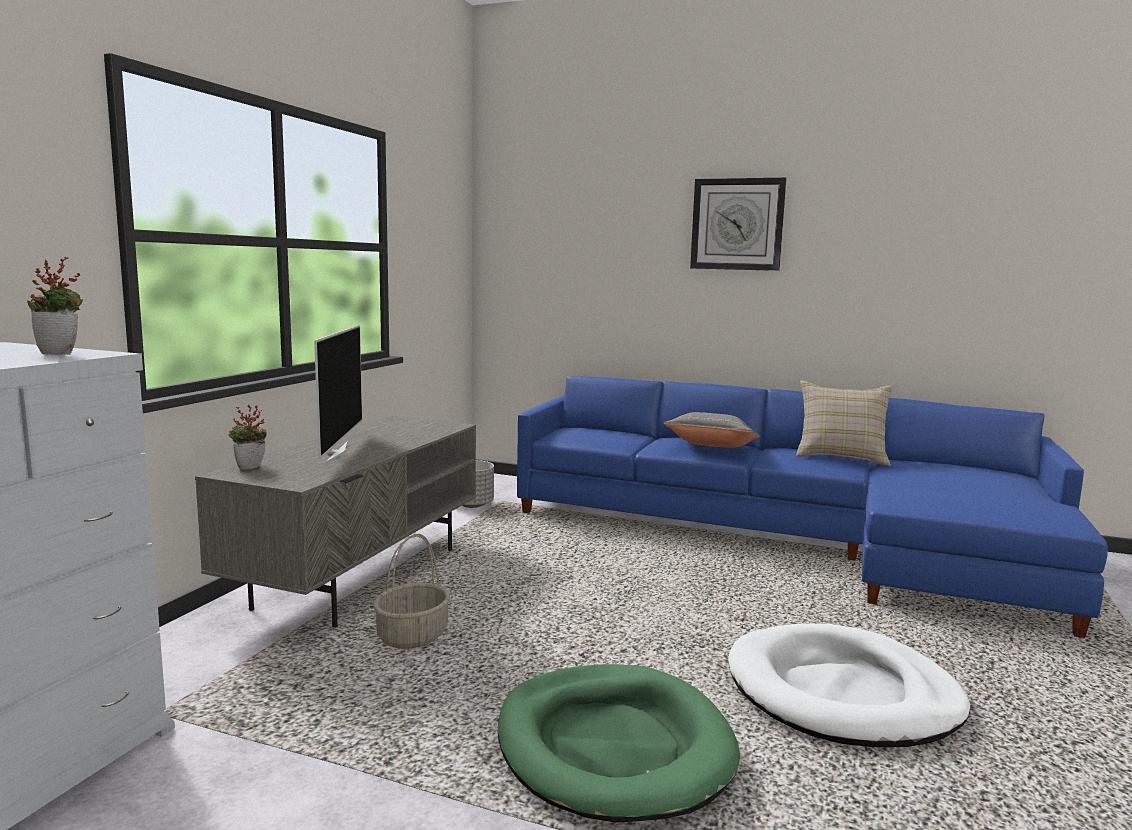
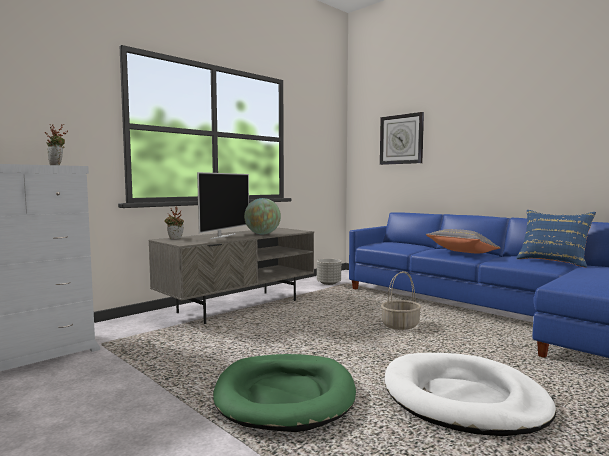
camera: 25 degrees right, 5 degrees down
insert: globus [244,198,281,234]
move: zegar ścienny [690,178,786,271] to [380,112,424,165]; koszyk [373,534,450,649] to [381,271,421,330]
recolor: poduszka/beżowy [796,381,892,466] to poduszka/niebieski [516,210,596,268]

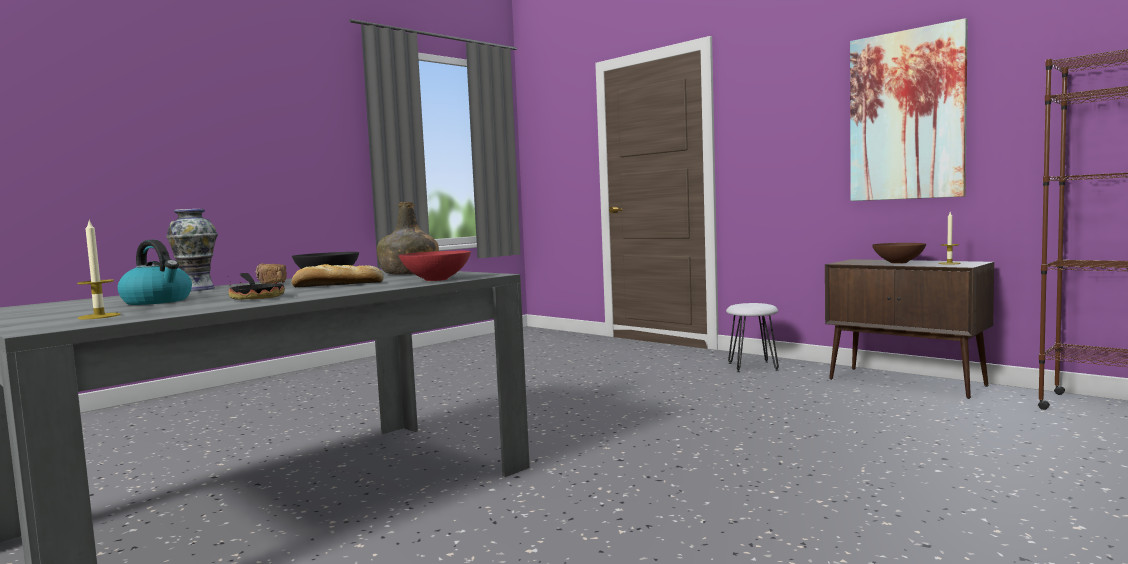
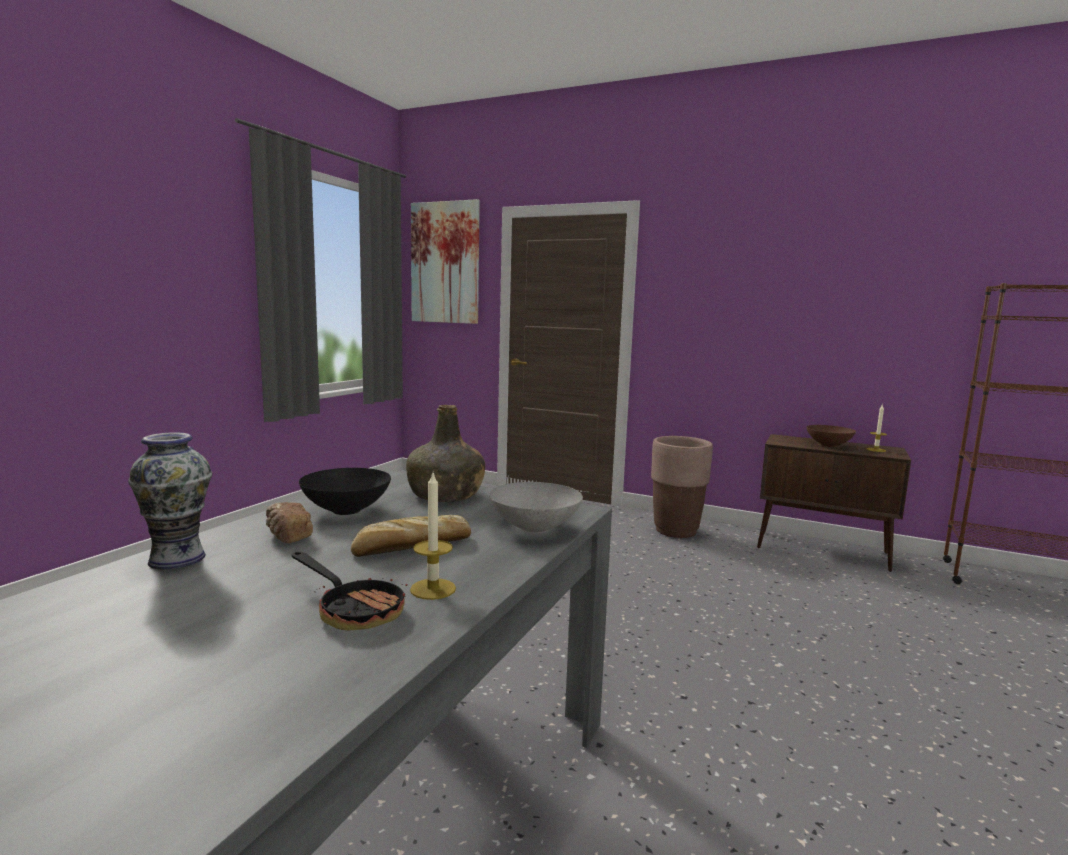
camera: 20 degrees left, 5 degrees up
delete: czajnik [117,240,192,305]
move: świeca [77,220,121,319] to [410,473,456,600]; obraz [850,18,968,201] to [411,199,480,324]
replace: stołek/biały [726,303,779,372] to donica/brązowy [651,436,713,538]
recolor: miska/czerwony [399,251,471,281] to miska/szary [489,482,583,533]

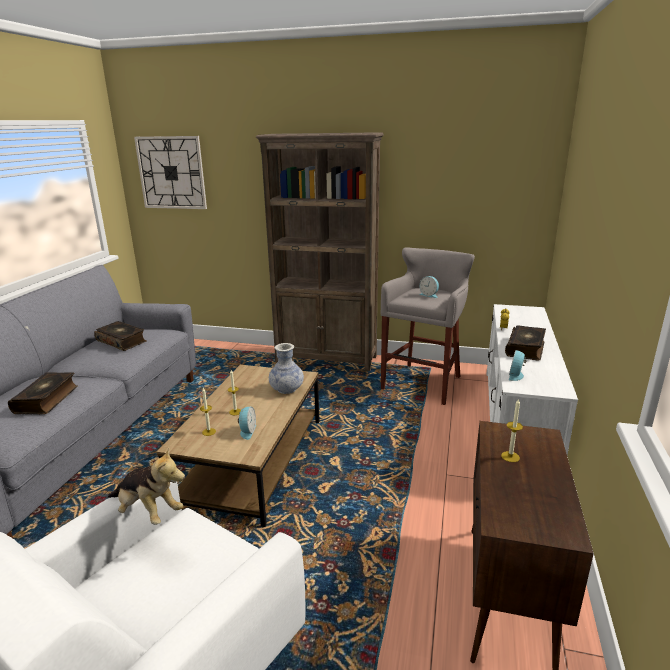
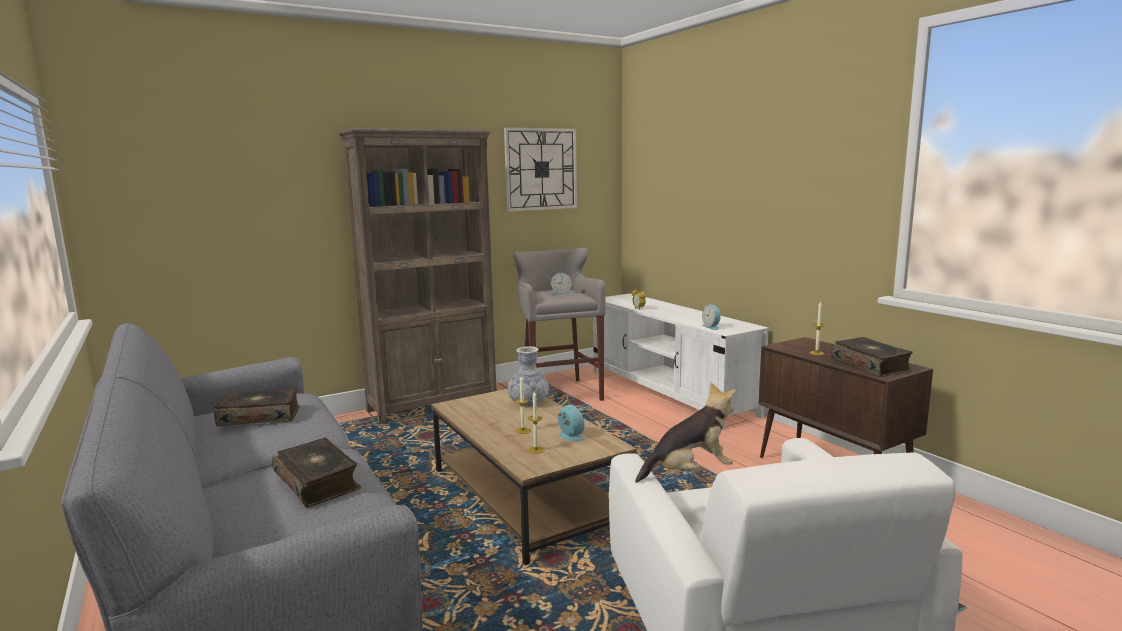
camera: 45 degrees left, 10 degrees down
move: zegar ścienny [134,136,207,209] to [504,128,577,212]; książka [505,325,546,360] to [831,337,913,377]

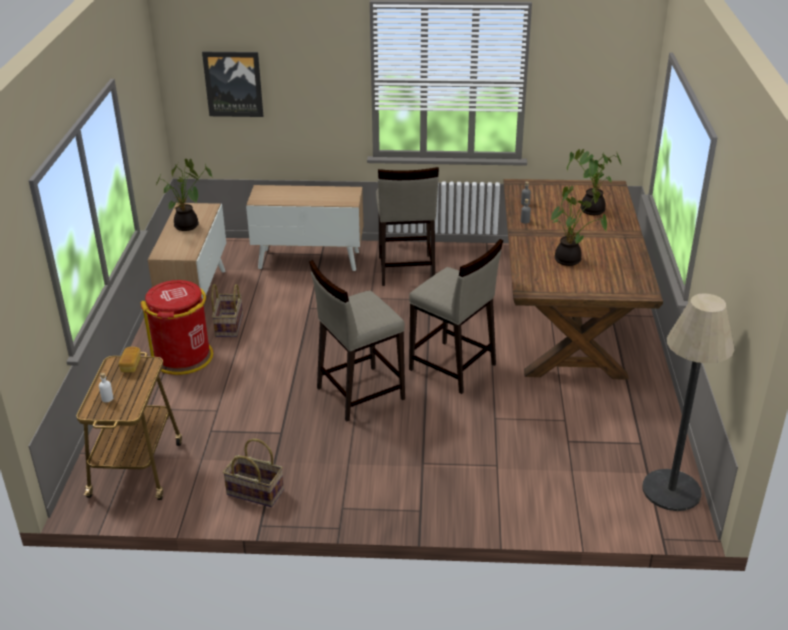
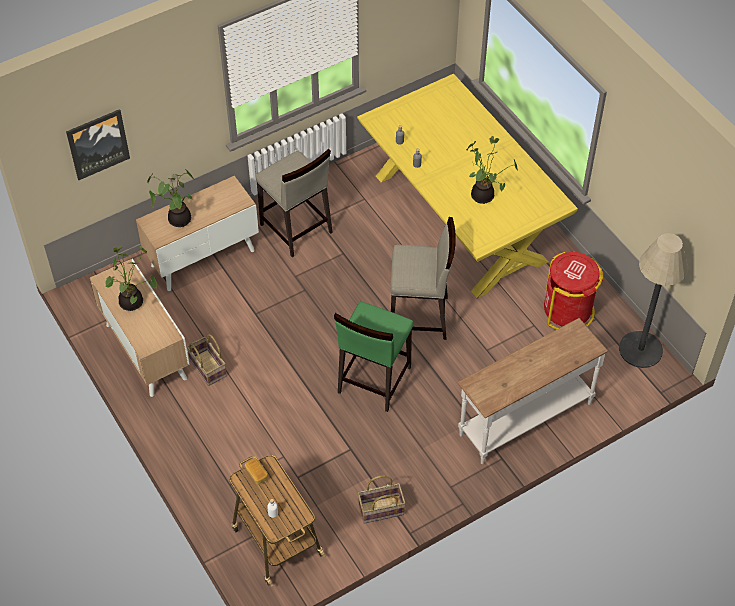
camera: 35 degrees left, 20 degrees up
insert: stolik konsolowy/biały [457,318,609,464]
move: roślina doniczkowa [567,149,622,215] to [147,169,194,227]; kosz na śmieci/czerwony [141,280,213,375] to [544,252,604,330]
recolor: stołek/beżowy [309,260,405,422] to stołek/zielony [334,302,413,412]; stół jadalny/brązowy [504,179,663,380] to stół jadalny/żółty [357,74,578,298]

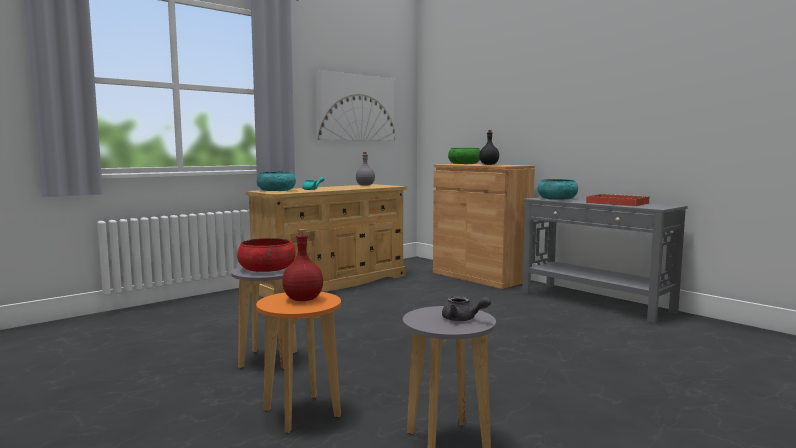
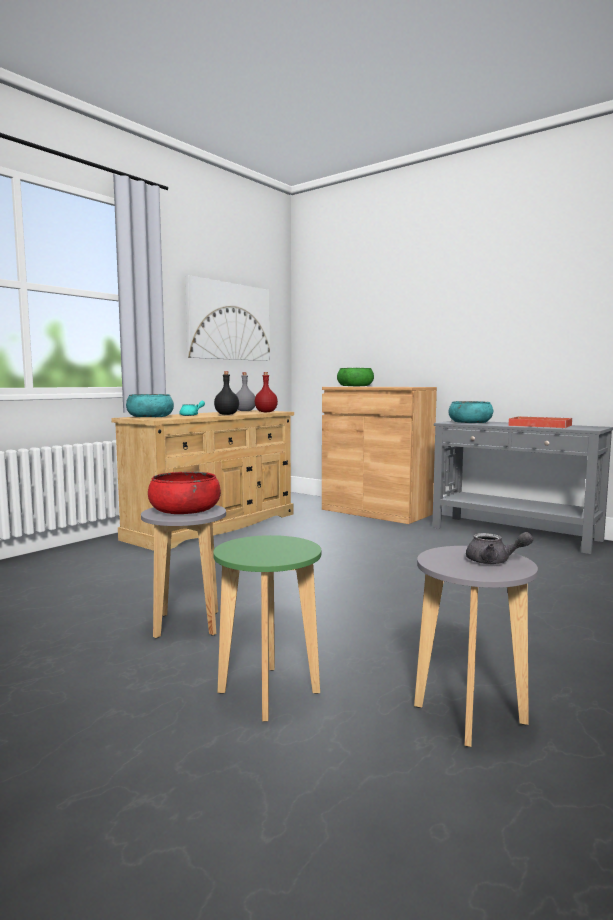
camera: 10 degrees left, 0 degrees up
move: butelka/czarny [479,130,499,165] to [214,371,239,415]; butelka/czerwony [282,229,323,301] to [255,372,278,412]
recolor: stołek/pomarańczowy [256,292,341,433] to stołek/zielony [213,535,321,722]

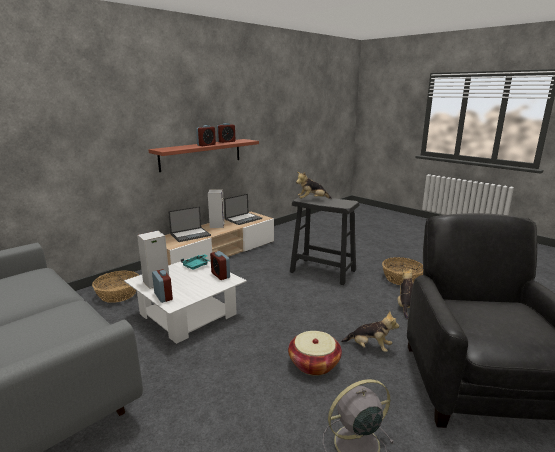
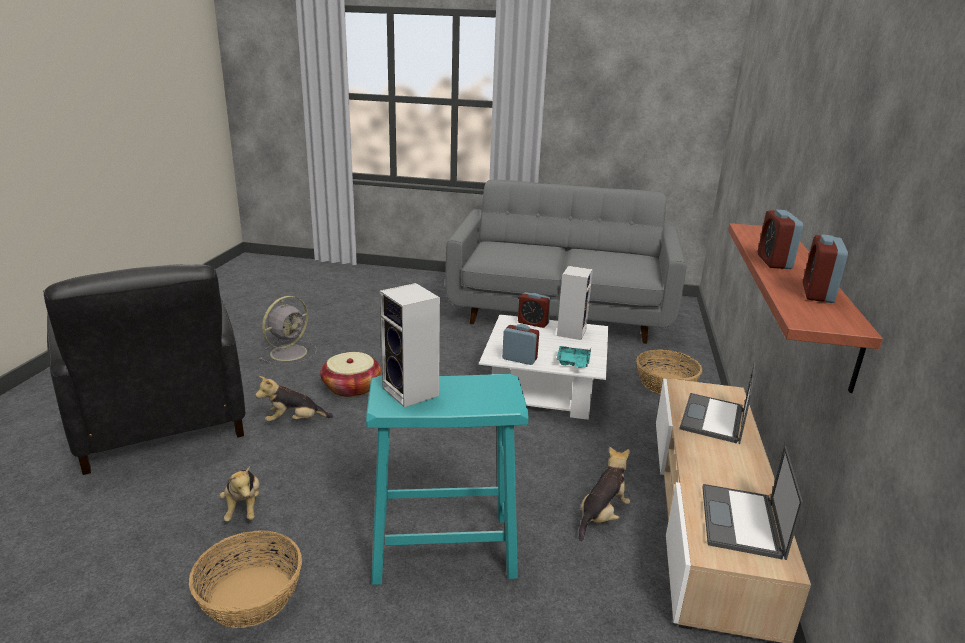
camera: 145 degrees right, 5 degrees up
move: głośnik [208,189,225,228] to [380,283,440,407]; pluszak [296,172,332,199] to [579,447,630,542]
recolor: stołek/czarny [290,195,359,285] to stołek/turkusowy [366,374,529,585]

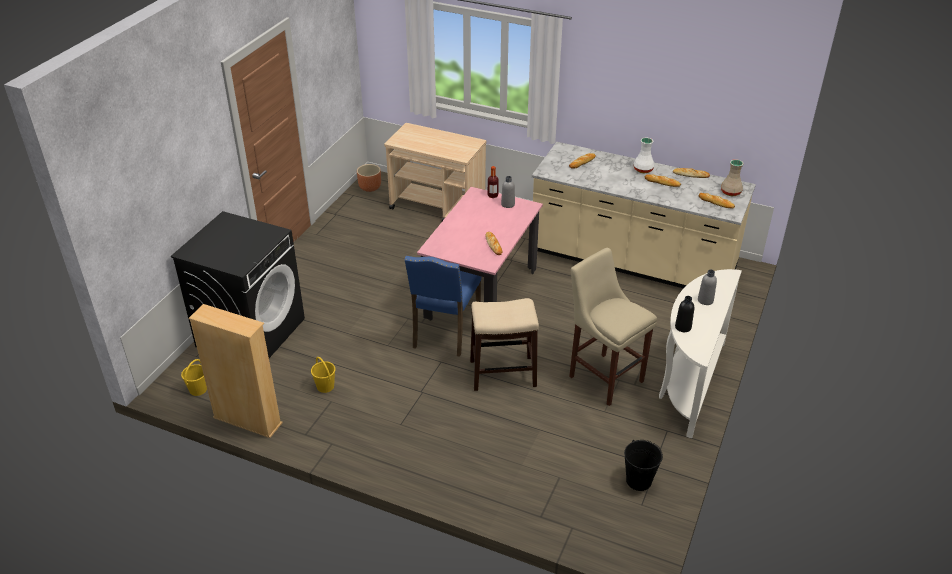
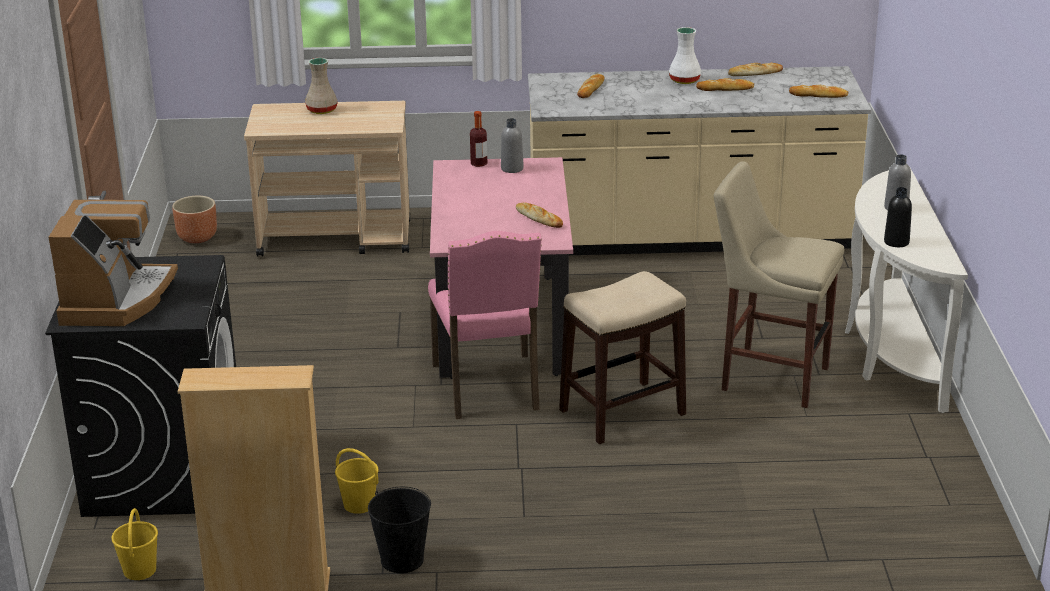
camera: 25 degrees left, 10 degrees down
insert: ekspres do kawy [49,200,178,326]
move: wazon/beżowy [721,159,743,196] to [305,58,338,114]; wiadro/czarny [624,440,663,491] to [368,487,431,573]
recolor: krzesło/niebieski [405,256,482,357] to krzesło/różowy [428,231,542,419]

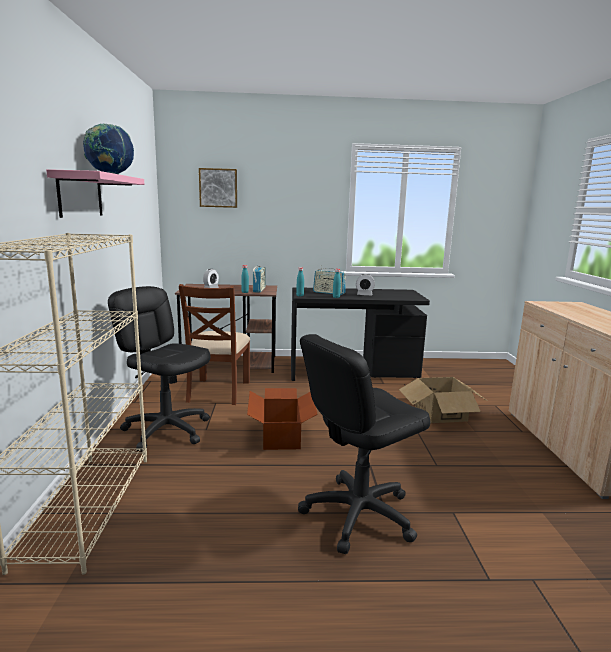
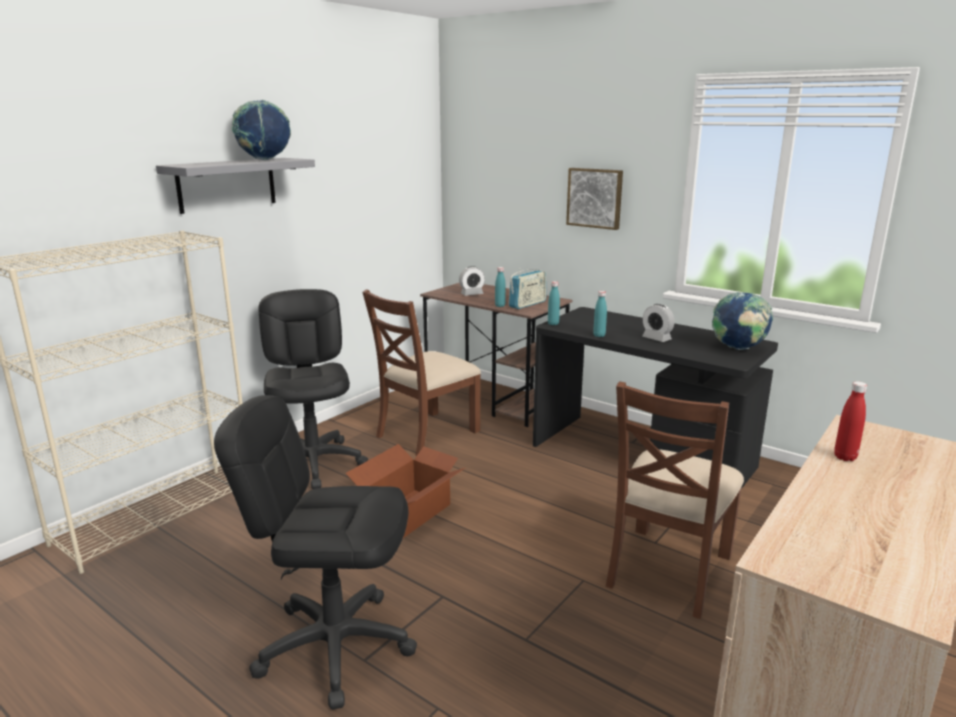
camera: 40 degrees right, 5 degrees up
delete: radio [313,265,346,295]
insert: globus [712,292,773,350]; butelka/czerwony [834,381,867,461]
move: obraz [199,168,237,208] to [566,168,623,230]
replace: karton [399,377,489,423] to krzesło/brązowy [606,381,744,619]
recolor: półka/różowy [46,169,144,218] to półka/szary [156,158,315,214]

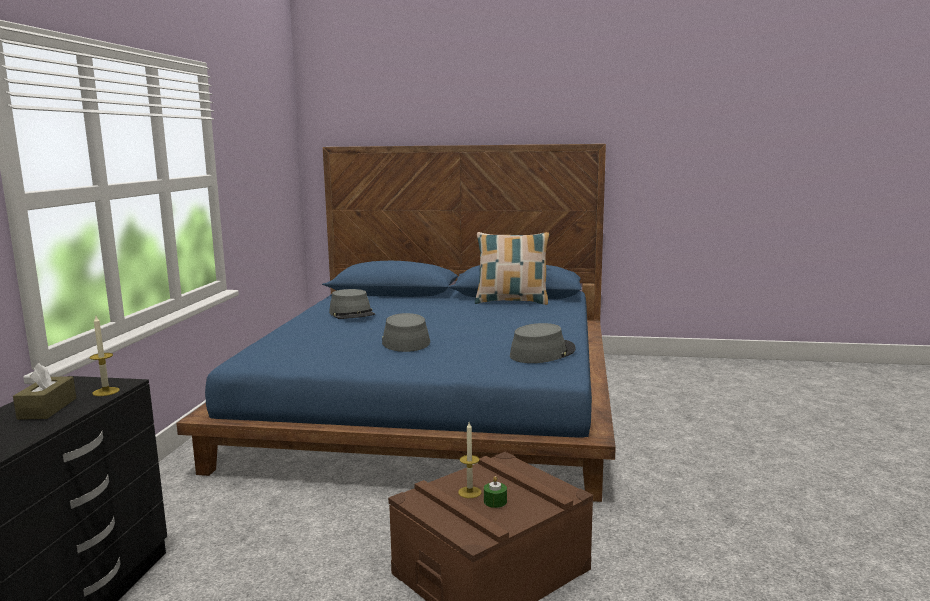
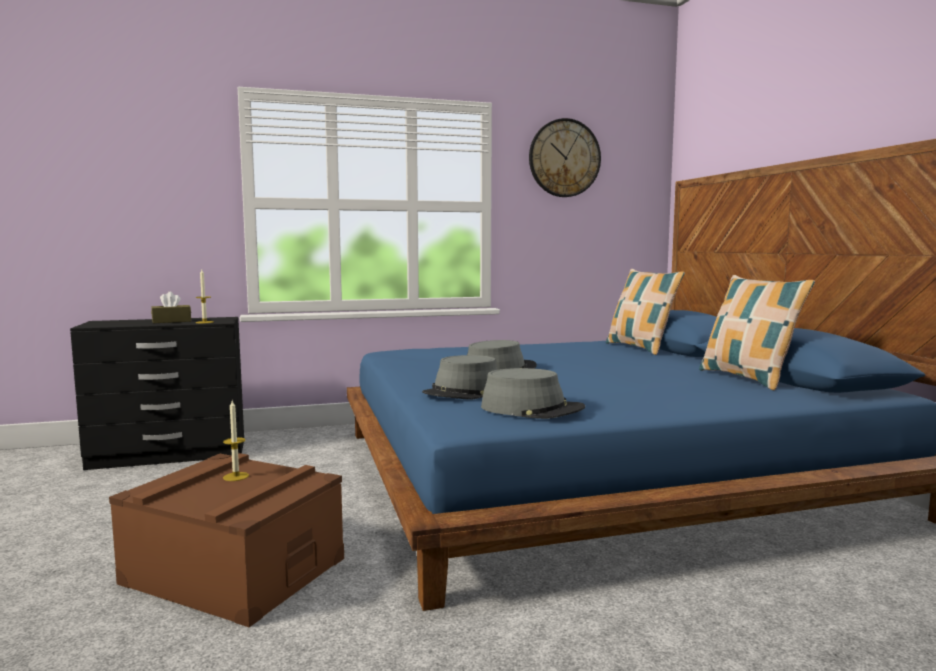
camera: 65 degrees right, 5 degrees down
delete: świeca/zielony [484,476,507,508]
insert: zegar ścienny [529,118,601,197]; poduszka [606,269,685,355]
move: kapelusz/szary [329,289,375,319] to [422,355,498,400]

